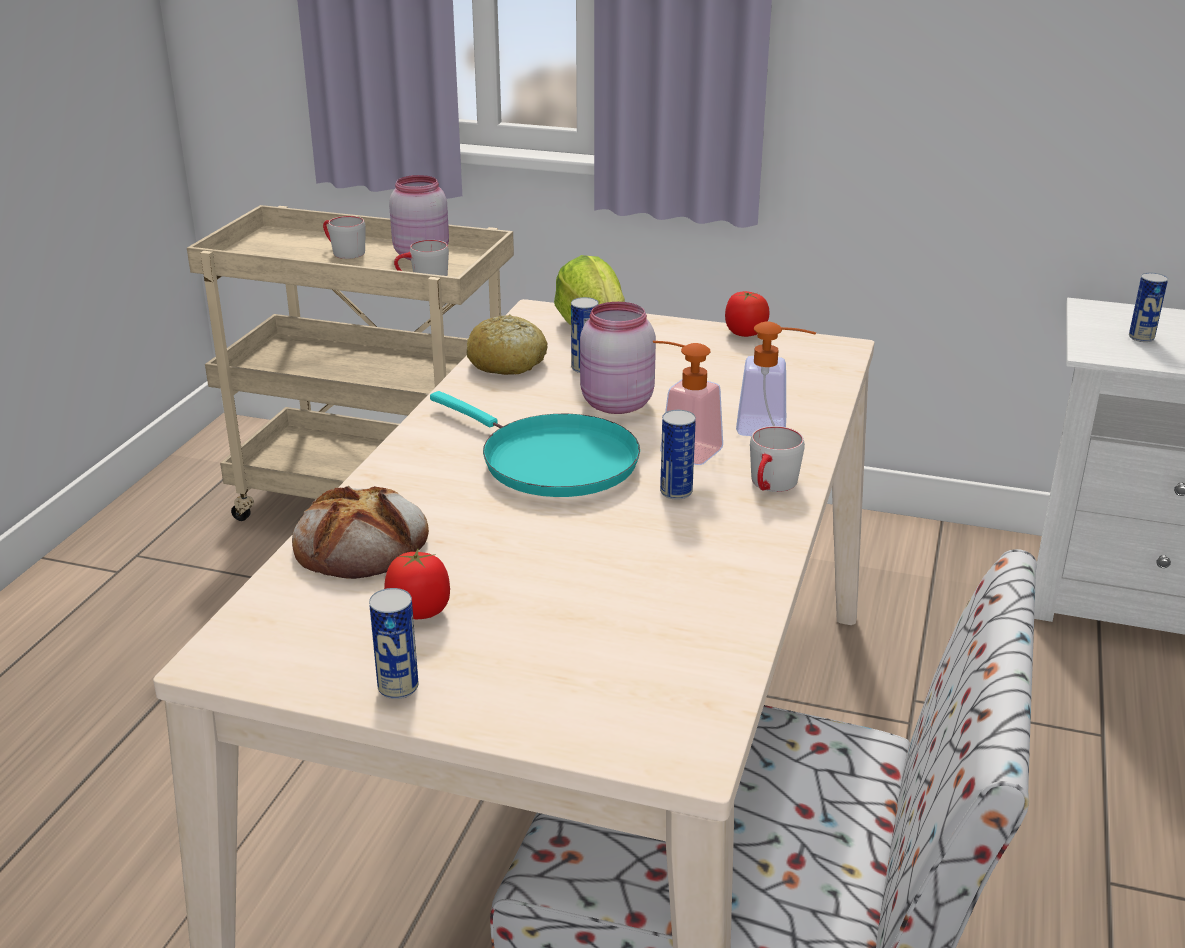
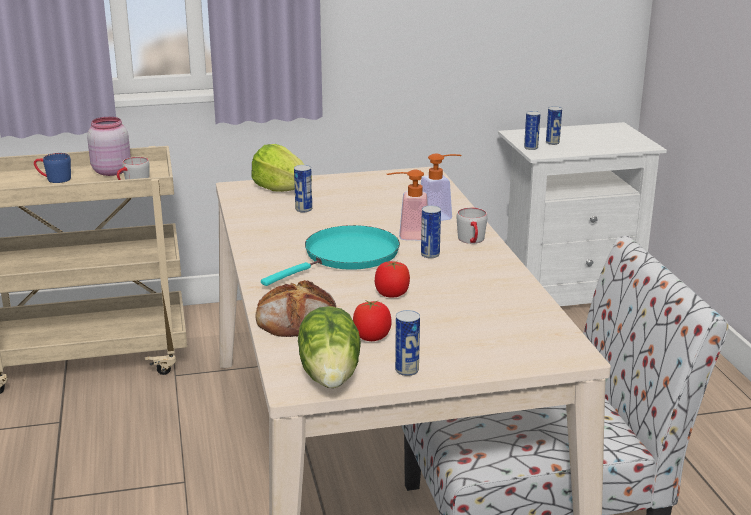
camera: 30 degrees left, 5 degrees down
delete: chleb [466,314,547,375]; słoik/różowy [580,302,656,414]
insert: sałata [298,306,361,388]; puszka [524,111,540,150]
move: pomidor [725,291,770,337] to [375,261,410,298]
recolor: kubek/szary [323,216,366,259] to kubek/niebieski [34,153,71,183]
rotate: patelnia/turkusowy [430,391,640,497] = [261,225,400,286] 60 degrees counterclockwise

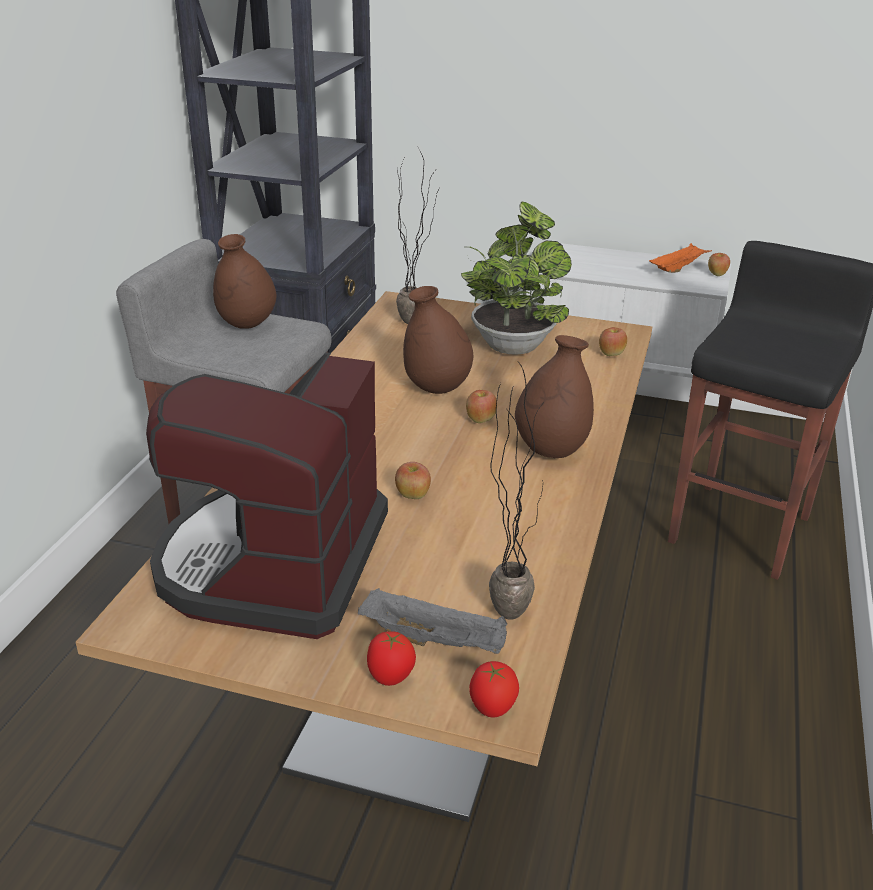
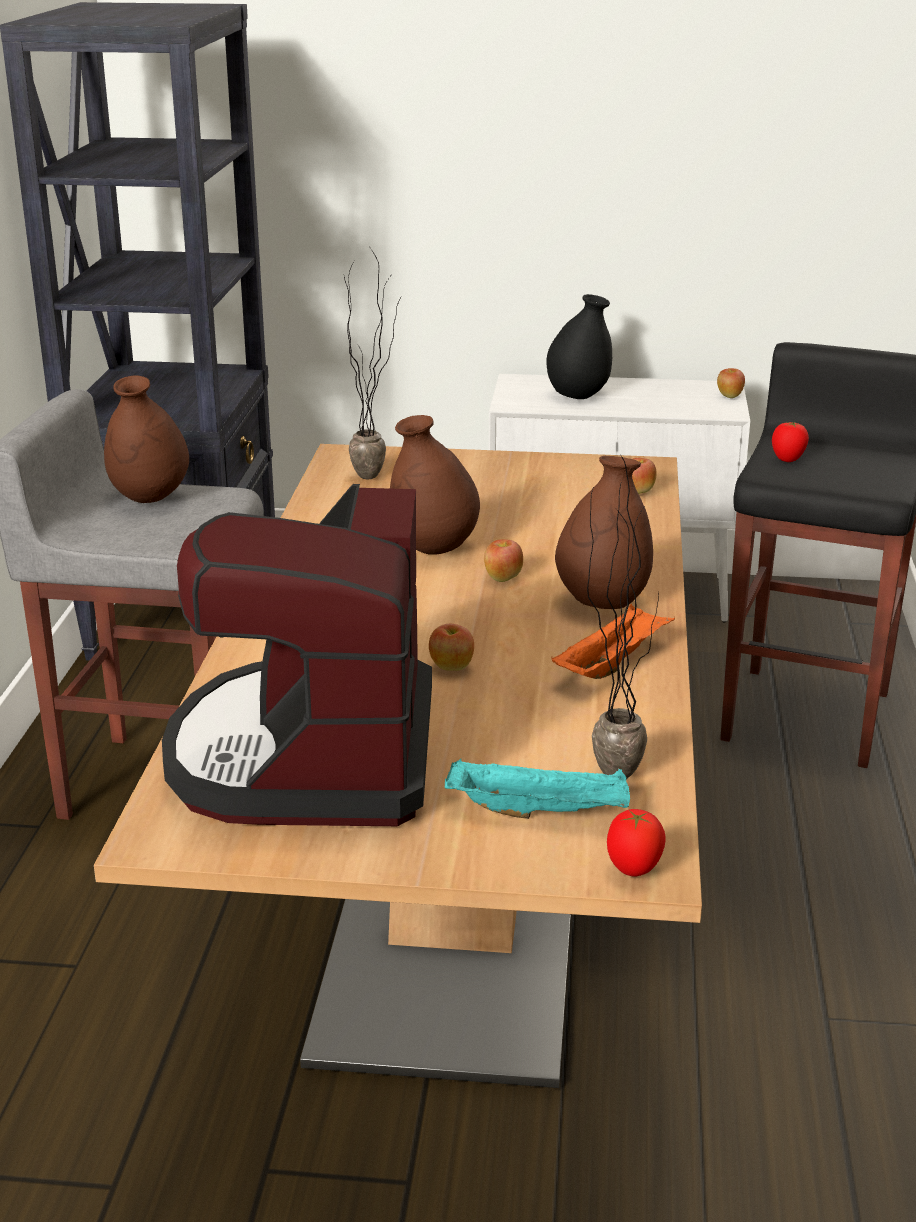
camera: 10 degrees left, 5 degrees down
delete: roślina doniczkowa [461,201,572,355]
insert: wazon/czarny [546,294,612,399]
move: taca/pomarańczowy [649,243,711,273] to [552,604,675,679]; pomidor [367,631,416,686] to [772,422,809,462]
recolor: taca/szary [358,588,507,654] to taca/turkusowy [445,759,630,819]

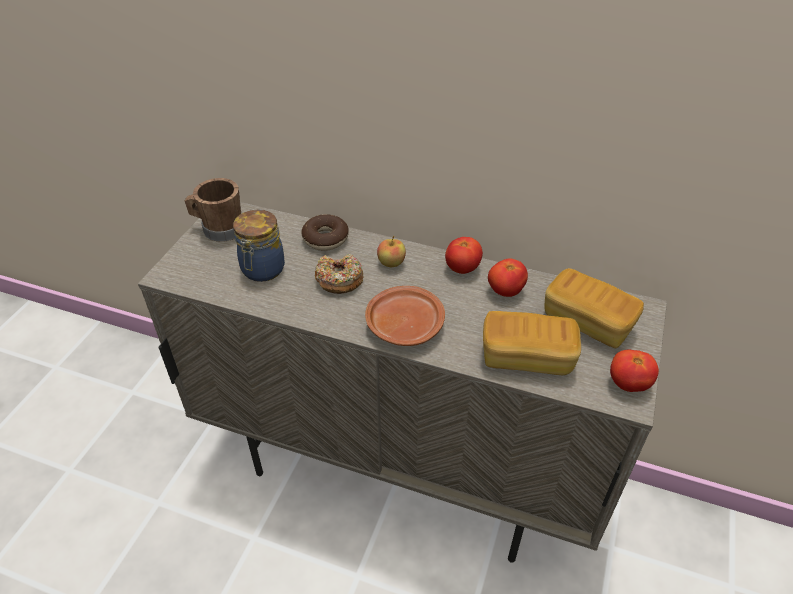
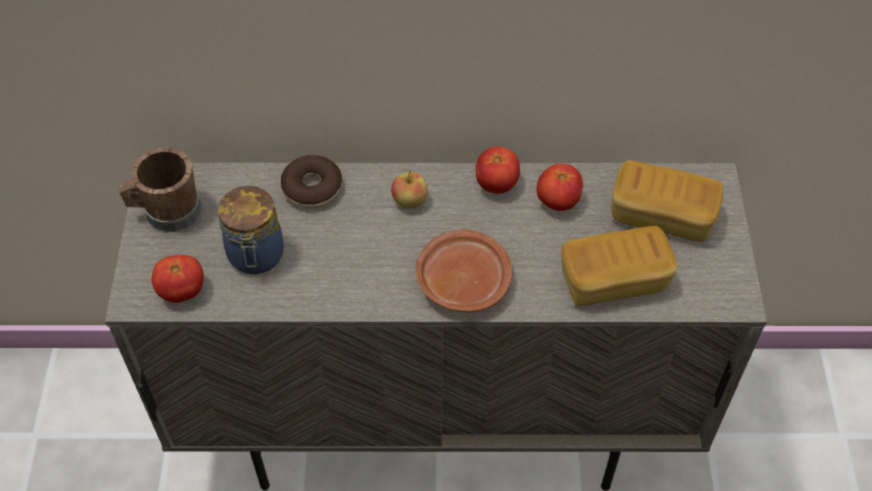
camera: 20 degrees left, 10 degrees up
delete: donut [315,254,363,294]
move: pomidor [610,350,659,392] to [152,255,204,303]

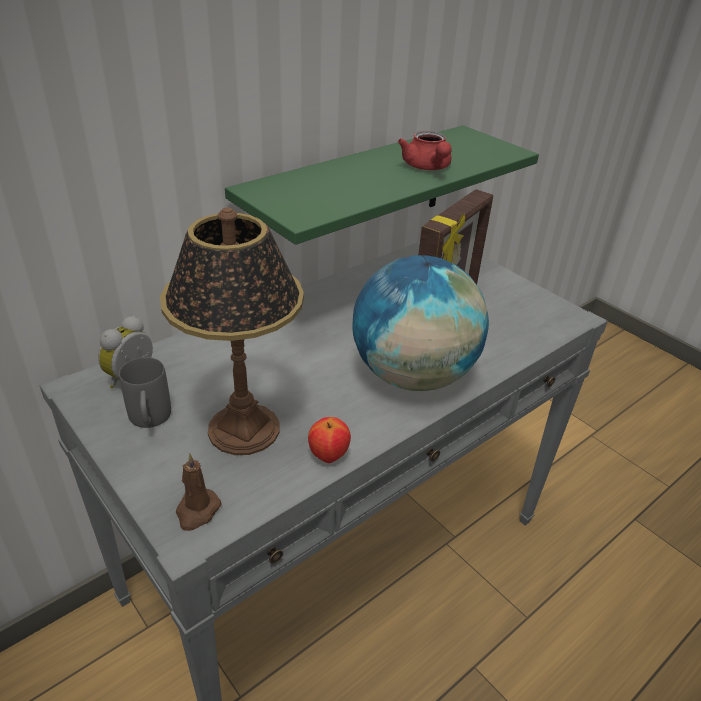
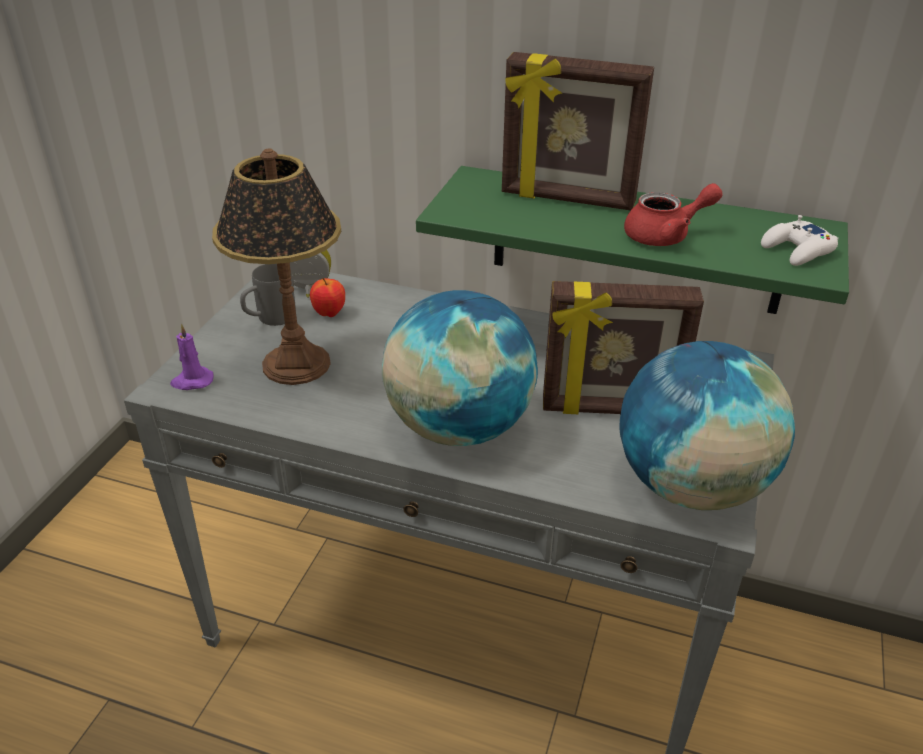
camera: 60 degrees right, 0 degrees up
insert: ramka na zdjęcie [502,52,654,210]; globus [619,341,795,510]; pad do gier/biały [761,215,838,266]
move: jabłko [308,417,351,463] to [310,278,345,317]
recolor: świeca/brązowy [176,453,221,531] to świeca/fioletowy [170,324,214,390]
rotate: imbryk/czerwony [398,131,452,170] = [624,183,723,246] 150 degrees counterclockwise

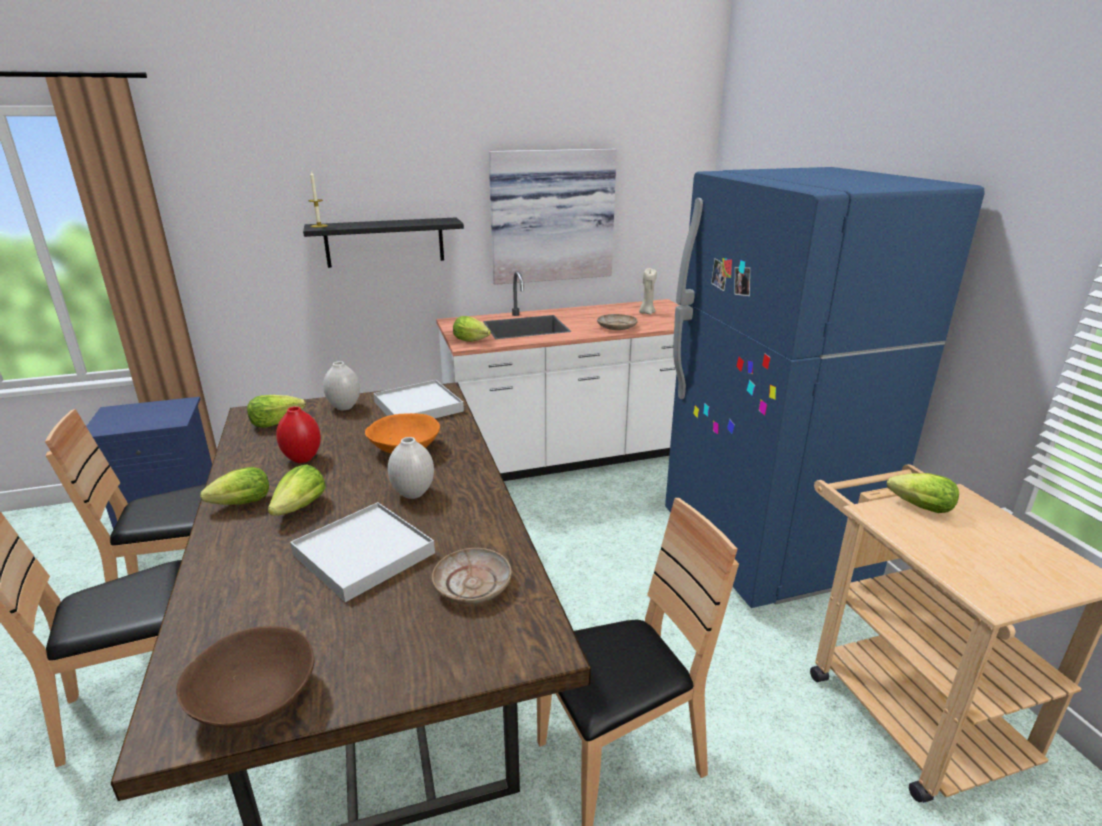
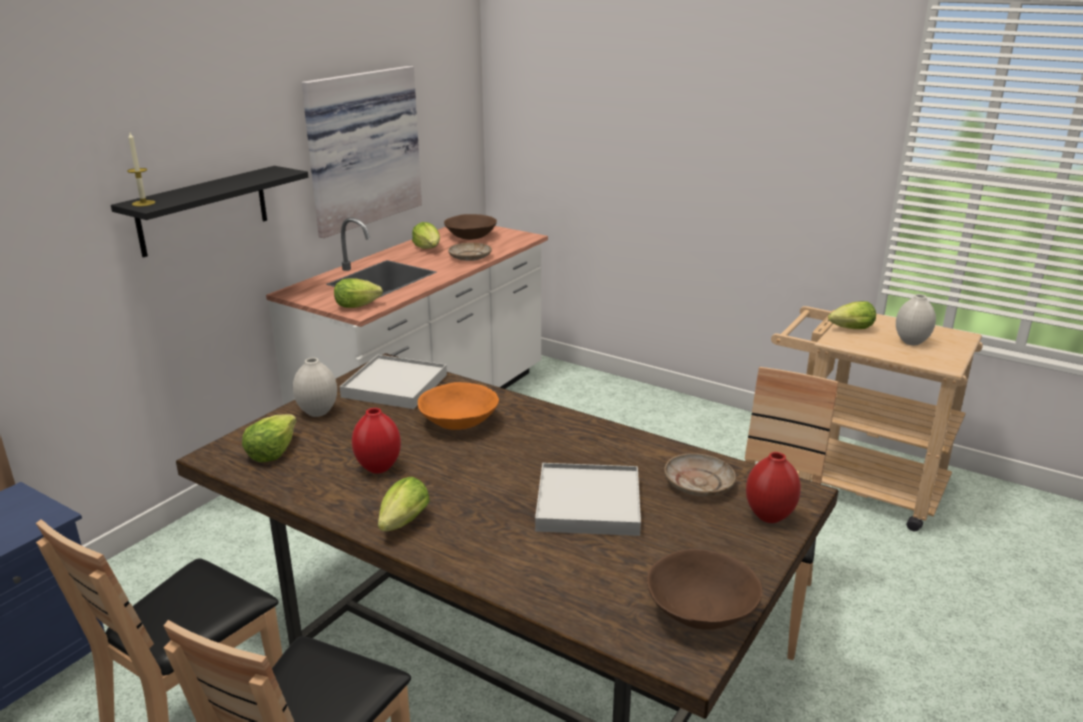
camera: 40 degrees left, 0 degrees up
delete: lodówka/niebieski [665,167,985,608]
insert: wazon/czerwony [746,452,801,523]
move: sałata [268,464,325,516] to [412,222,440,249]; wazon/biały [388,437,434,499] to [896,294,936,345]
replace: świeca/beżowy [639,268,657,314] to miska/brązowy [444,214,497,240]

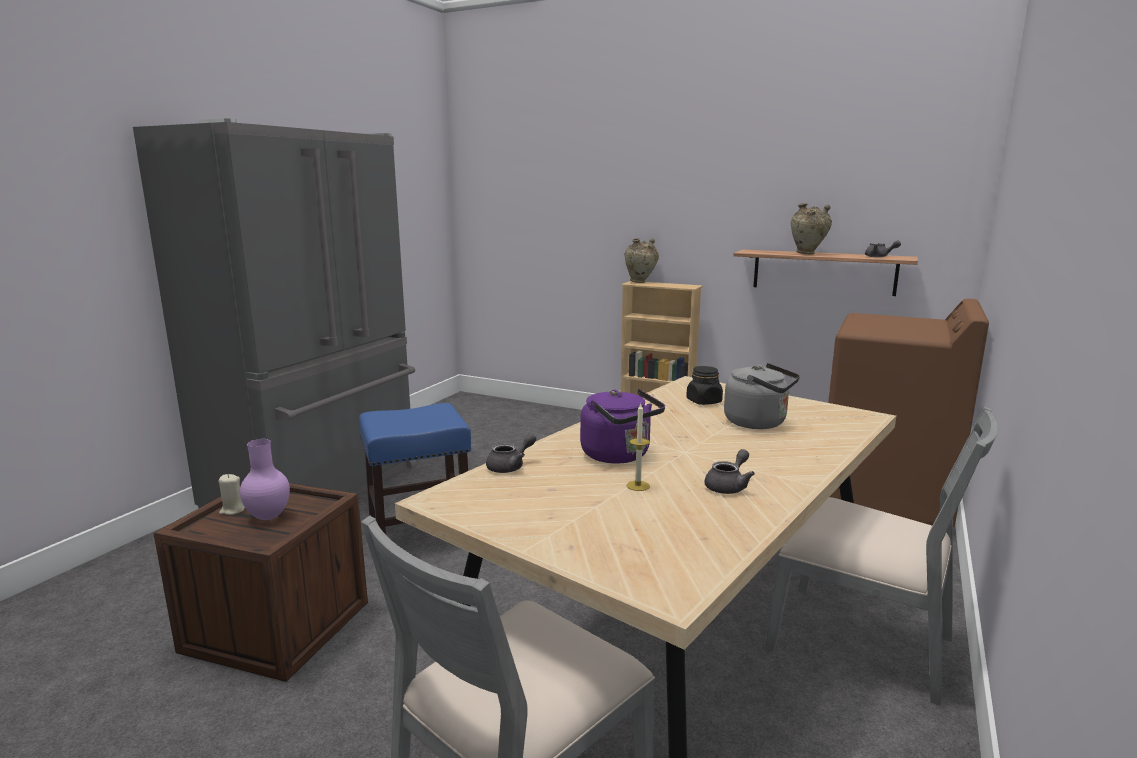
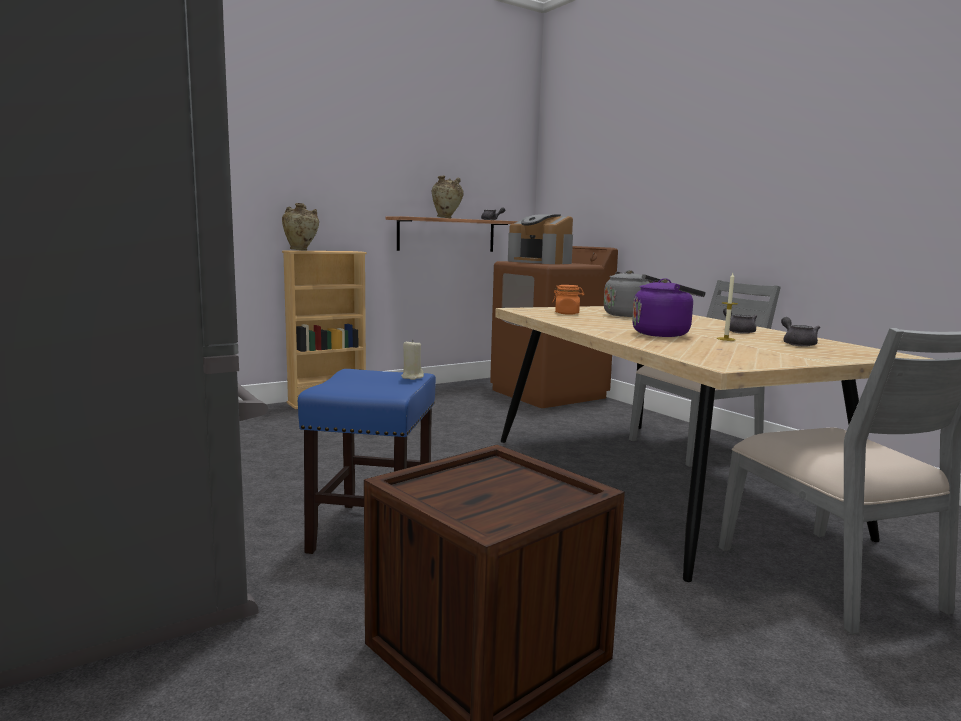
camera: 60 degrees left, 5 degrees down
delete: wazon/fioletowy [240,439,290,520]
insert: ekspres do kawy [508,214,573,264]
move: świeca/beżowy [219,474,245,515] to [401,339,424,380]; imbryk/szary [486,433,536,473] to [781,317,820,347]
recolor: słoik/czarny [686,366,723,405] to słoik/pomarańczowy [553,285,584,315]

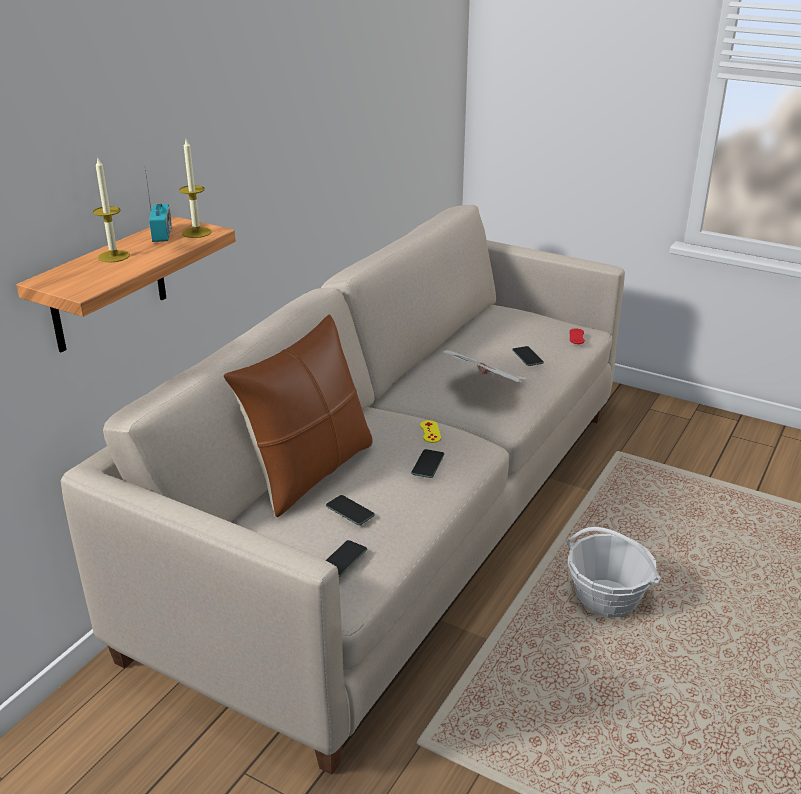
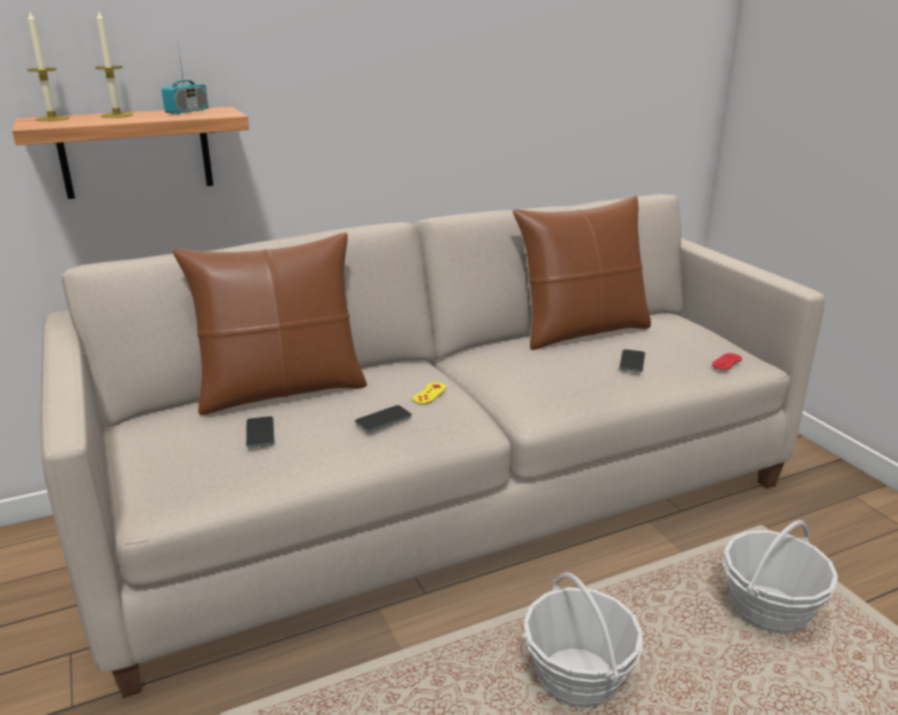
camera: 35 degrees right, 5 degrees down
delete: telefon [326,540,367,577]; gazeta [443,350,527,383]
insert: poduszka/brązowy [513,196,651,350]; koszyk [722,520,838,634]
move: świeca [179,139,211,238] to [27,10,69,121]

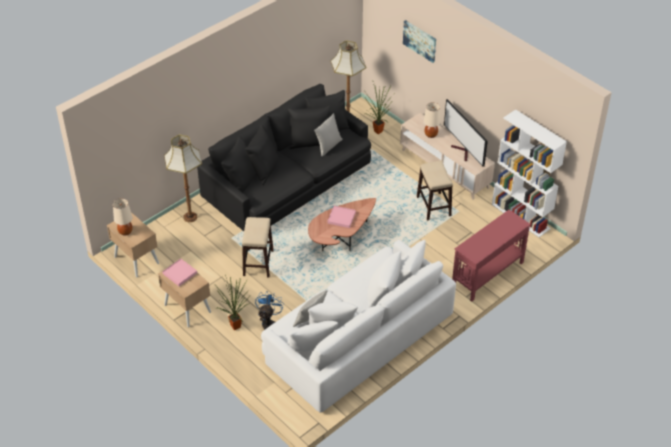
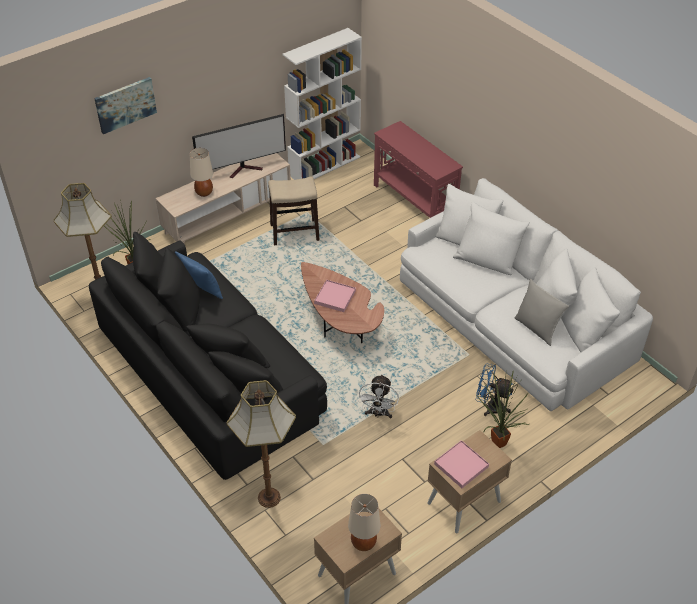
camera: 85 degrees left, 0 degrees up
replace: stołek [242,217,274,277] to wentylator/biały [358,374,399,418]
recolor: poduszka/szary [314,113,342,157] to poduszka/niebieski [175,251,223,299]

